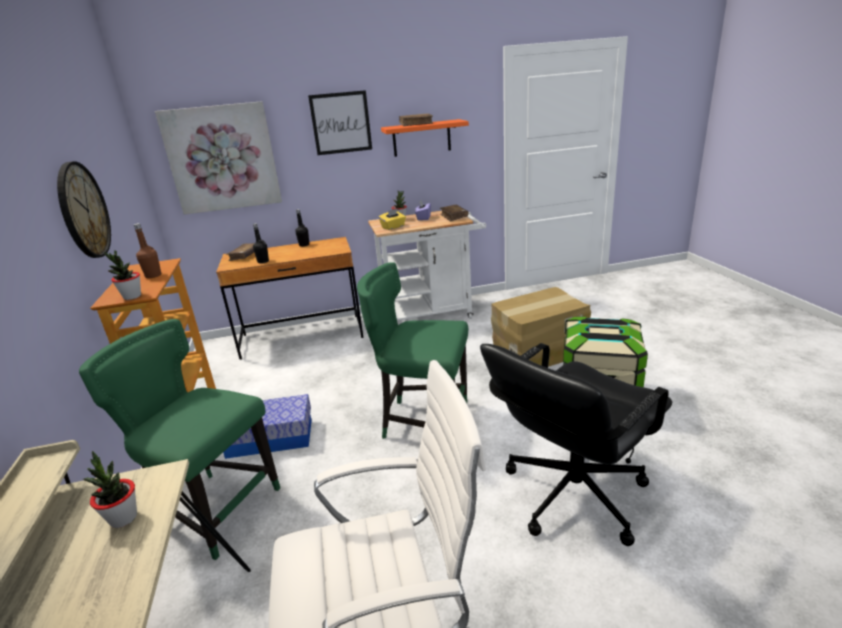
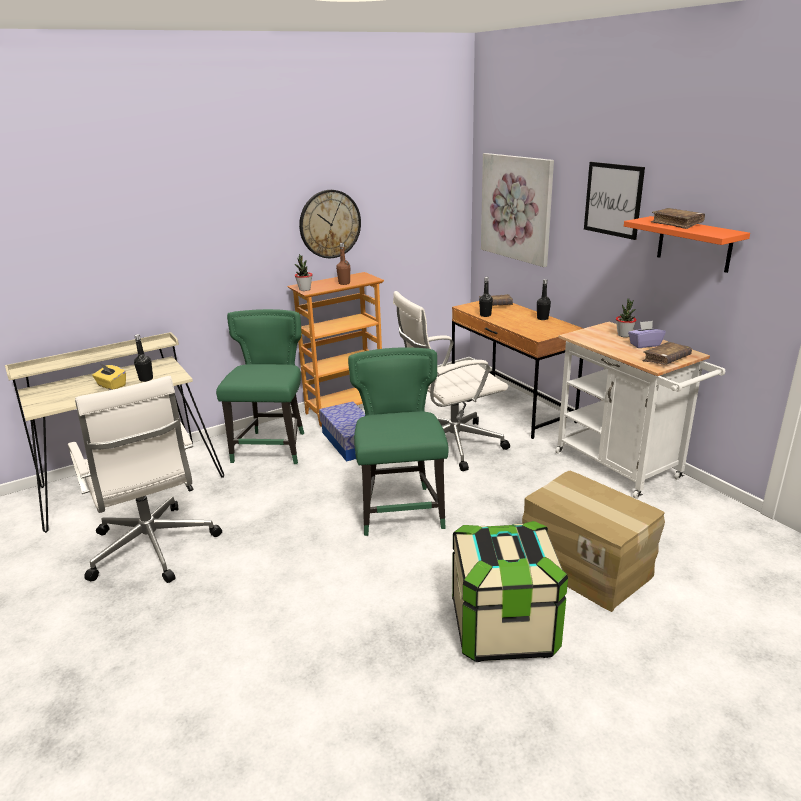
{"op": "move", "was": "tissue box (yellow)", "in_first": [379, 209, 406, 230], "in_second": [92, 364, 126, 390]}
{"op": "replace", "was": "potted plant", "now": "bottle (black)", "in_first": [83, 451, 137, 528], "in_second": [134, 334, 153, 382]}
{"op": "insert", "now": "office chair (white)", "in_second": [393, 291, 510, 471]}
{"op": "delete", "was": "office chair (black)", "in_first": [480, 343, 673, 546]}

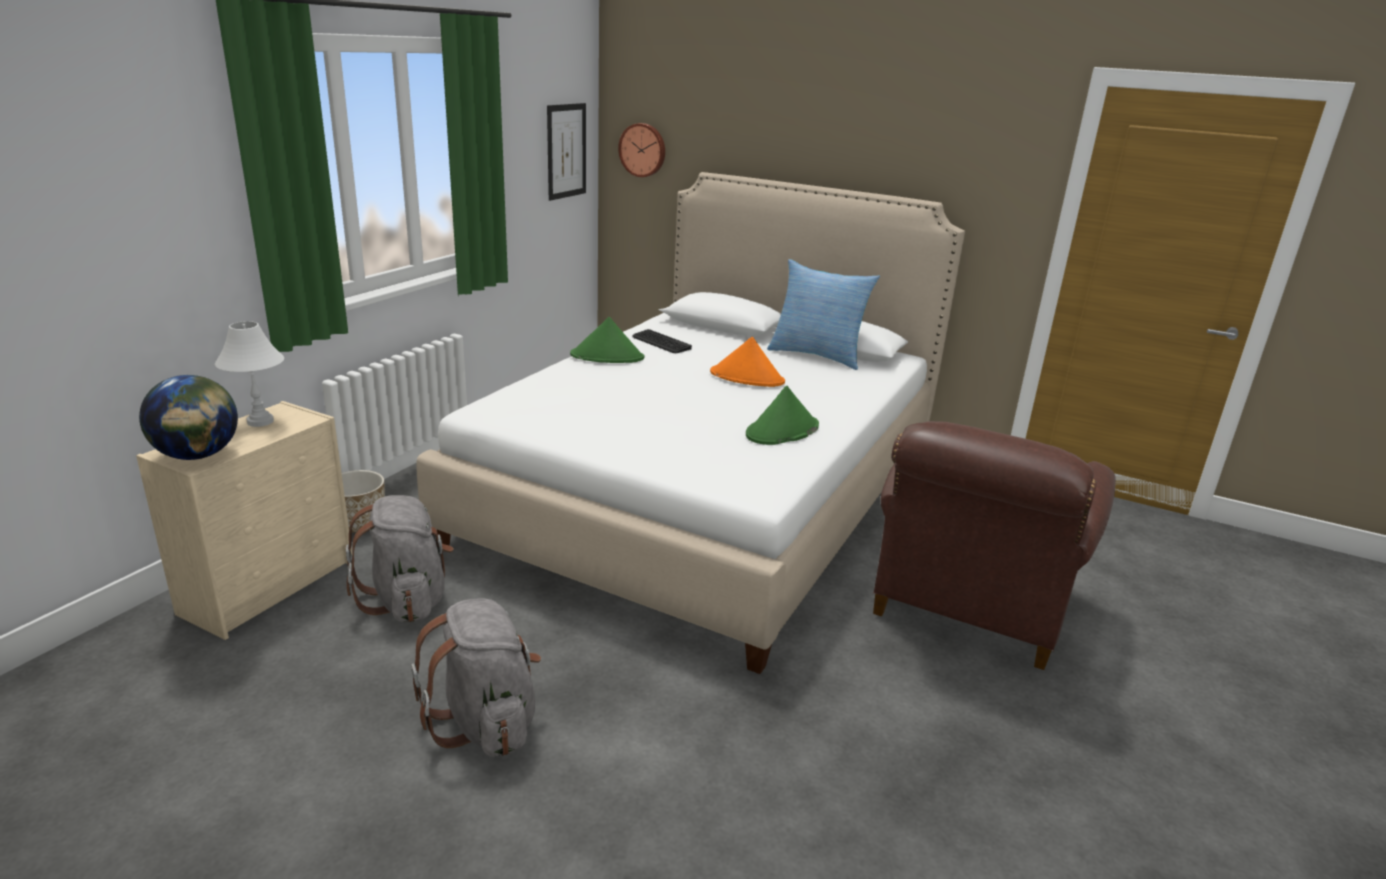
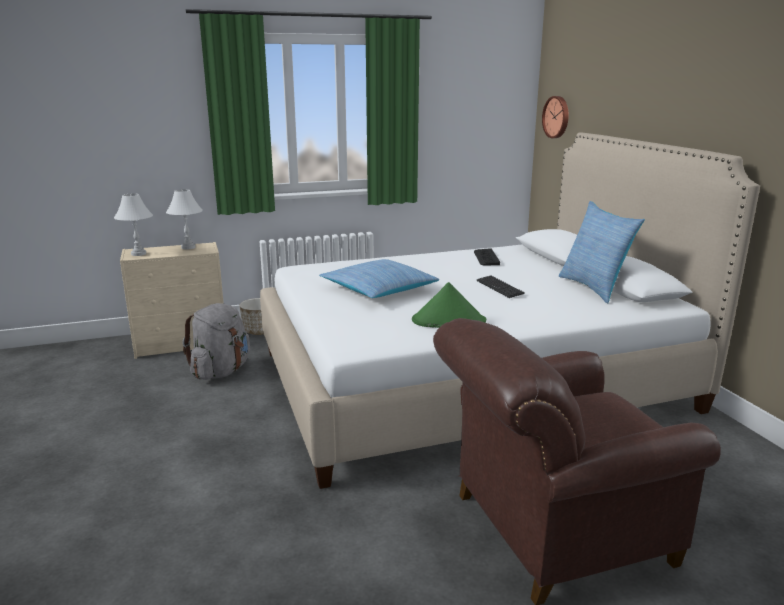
{"op": "replace", "was": "globe", "now": "table lamp (white)", "in_first": [139, 375, 238, 460], "in_second": [114, 194, 153, 256]}
{"op": "insert", "now": "pillow", "in_second": [319, 259, 439, 298]}
{"op": "replace", "was": "hat (orange)", "now": "keyboard", "in_first": [710, 337, 785, 387], "in_second": [476, 275, 525, 298]}
{"op": "delete", "was": "backpack (grey)", "in_first": [411, 599, 541, 757]}
{"op": "delete", "was": "picture", "in_first": [547, 103, 586, 201]}
{"op": "delete", "was": "hat (green)", "in_first": [570, 317, 644, 363]}

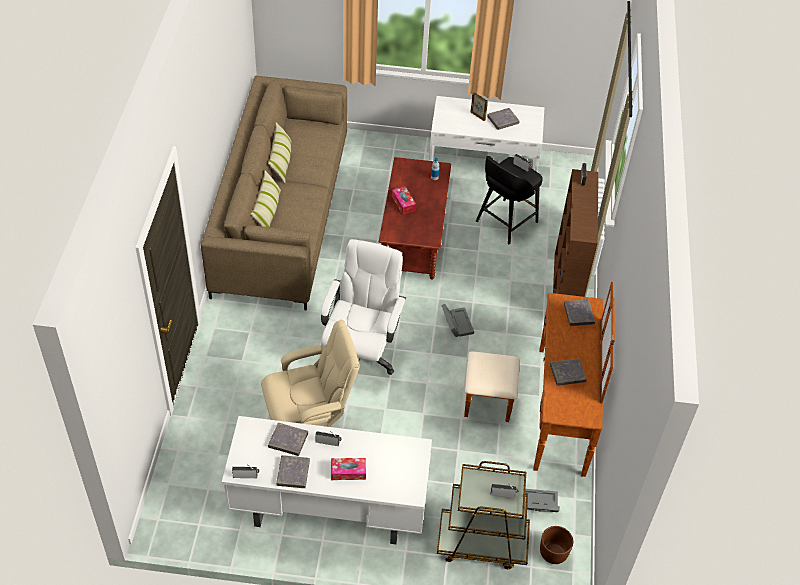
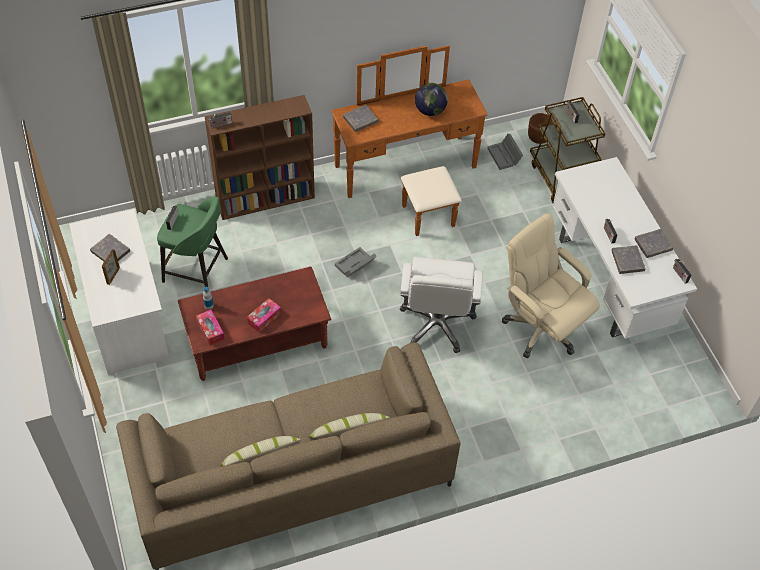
{"op": "recolor", "was": "stool (black)", "now": "stool (green)", "in_first": [476, 156, 543, 244], "in_second": [157, 197, 228, 289]}
{"op": "move", "was": "tissue box", "in_first": [331, 458, 366, 480], "in_second": [196, 310, 225, 345]}
{"op": "rotate", "was": "office chair (white)", "in_first": [321, 239, 406, 375], "in_second": [400, 257, 483, 353], "clockwise": -75}
{"op": "replace", "was": "book (grey)", "now": "globe", "in_first": [550, 358, 587, 386], "in_second": [415, 83, 448, 116]}

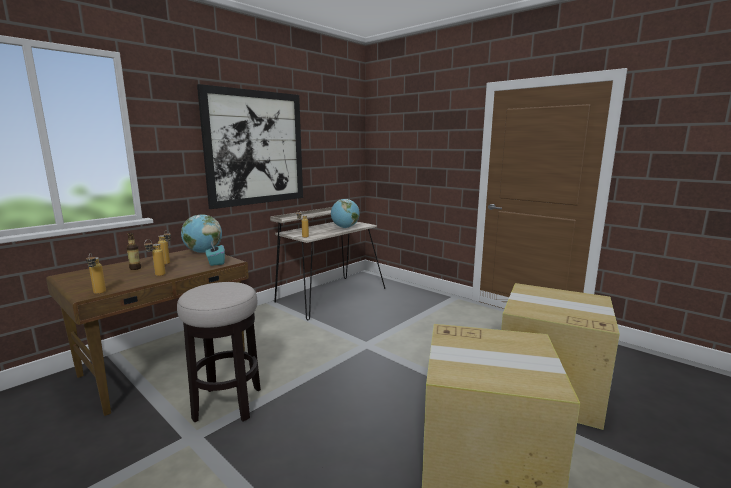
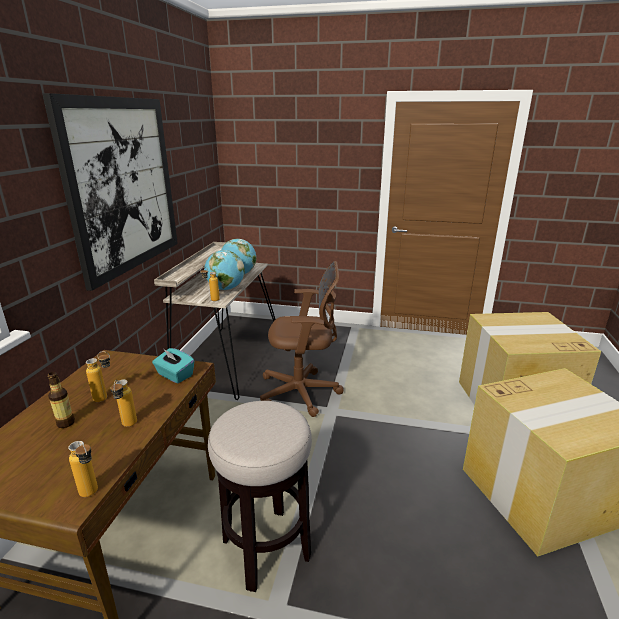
{"op": "move", "was": "globe", "in_first": [181, 215, 222, 253], "in_second": [204, 250, 245, 290]}
{"op": "insert", "now": "office chair (brown)", "in_second": [260, 261, 344, 417]}

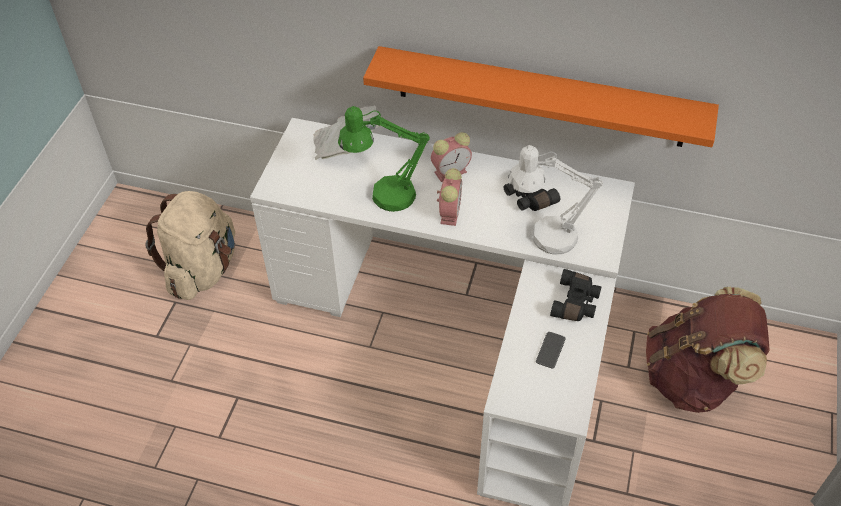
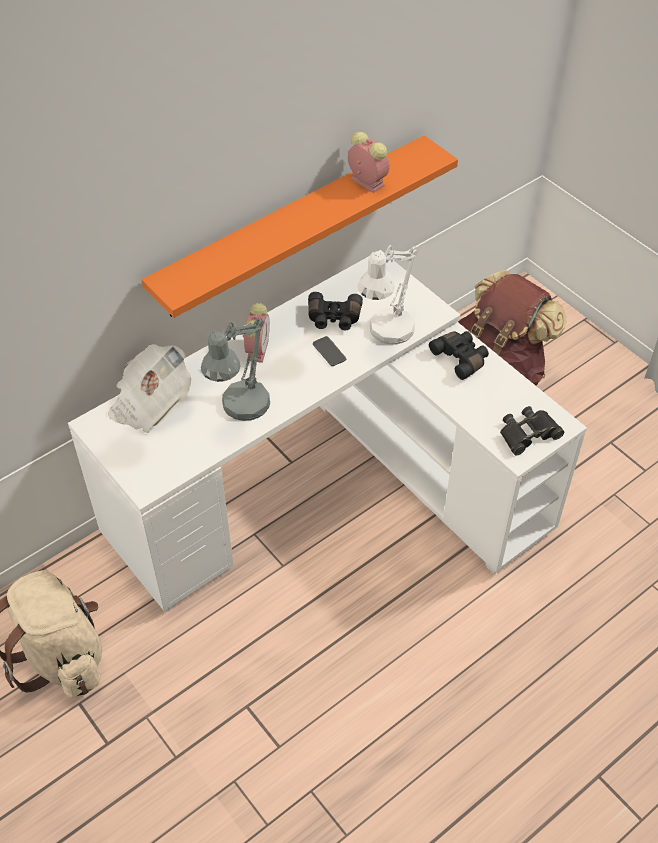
{"op": "recolor", "was": "table lamp (green)", "now": "table lamp (grey)", "in_first": [338, 106, 430, 212], "in_second": [201, 317, 270, 421]}
{"op": "move", "was": "phone", "in_first": [536, 332, 566, 368], "in_second": [313, 336, 346, 366]}
{"op": "move", "was": "alarm clock", "in_first": [437, 168, 462, 226], "in_second": [348, 132, 390, 193]}
{"op": "insert", "now": "binoculars (black)", "in_second": [500, 406, 564, 456]}

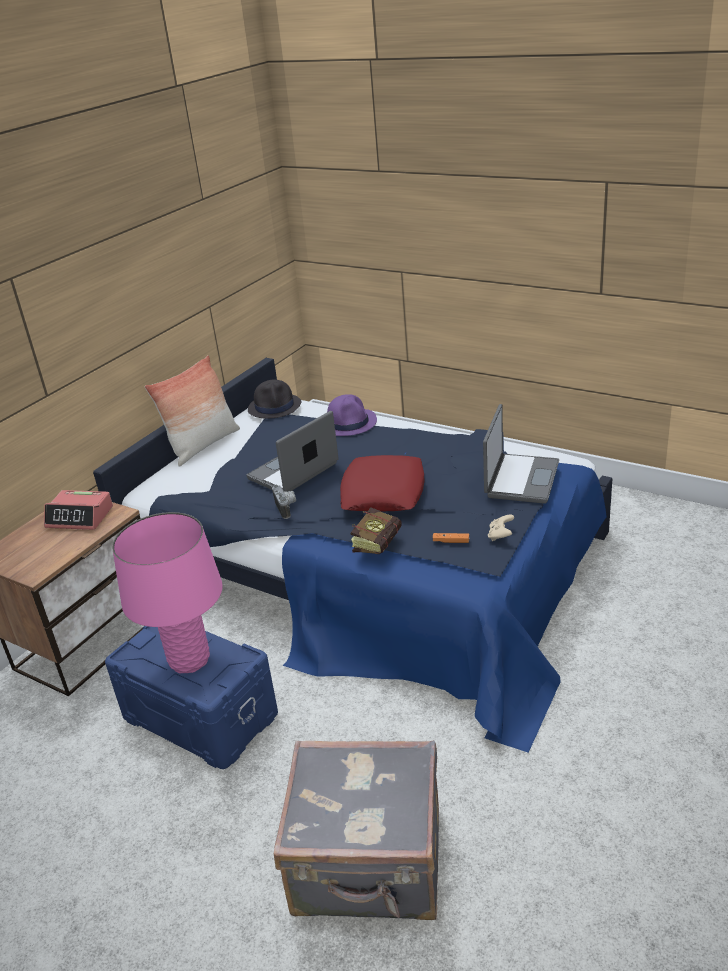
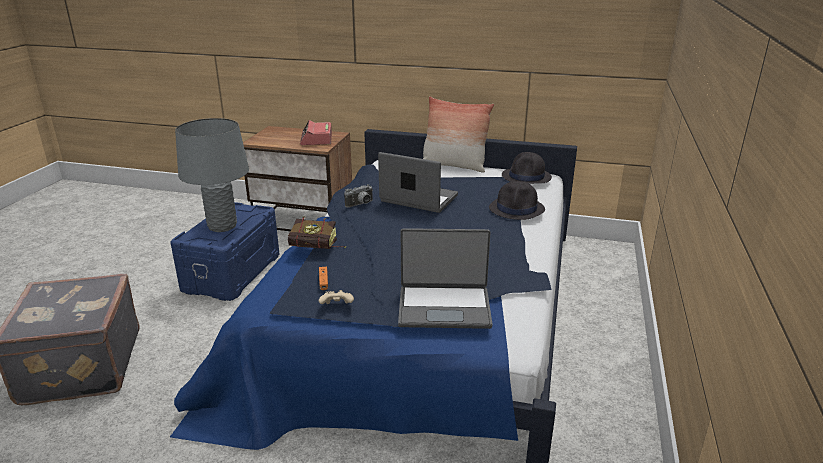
{"op": "recolor", "was": "table lamp (pink)", "now": "table lamp (grey)", "in_first": [112, 512, 223, 673], "in_second": [175, 118, 249, 232]}
{"op": "recolor", "was": "hat (purple)", "now": "hat (black)", "in_first": [327, 394, 377, 436], "in_second": [489, 181, 545, 220]}
{"op": "delete", "was": "pillow (red)", "in_first": [340, 455, 424, 511]}

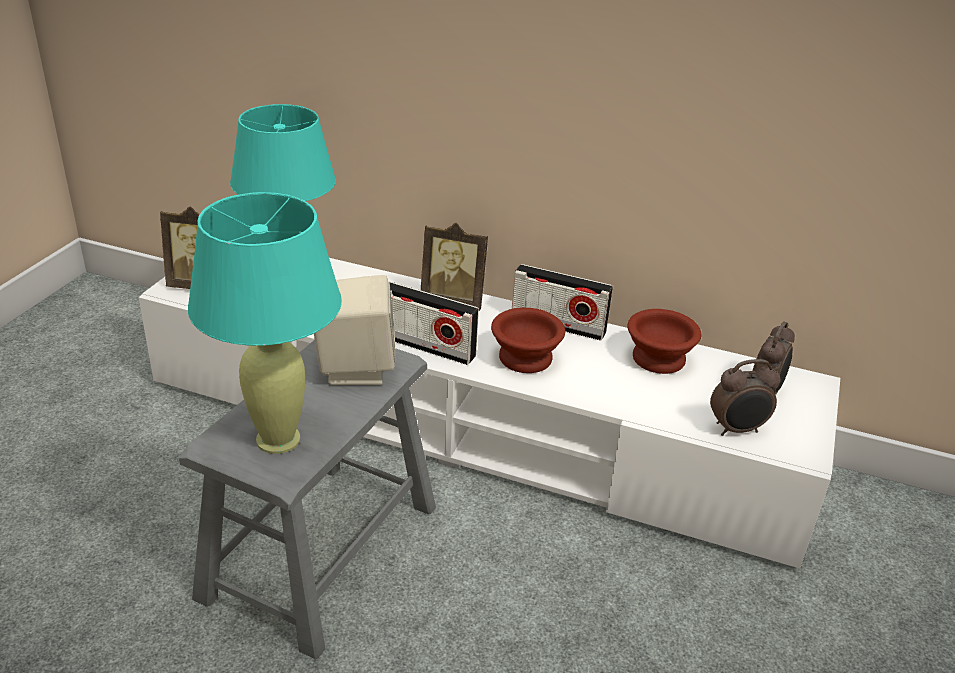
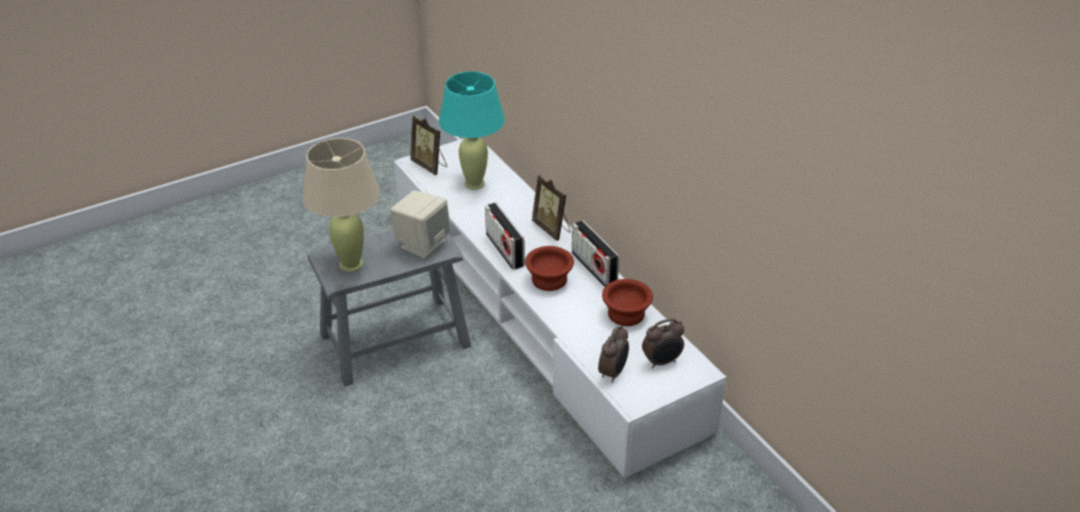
{"op": "recolor", "was": "table lamp (turquoise)", "now": "table lamp (beige)", "in_first": [188, 192, 342, 454], "in_second": [302, 138, 380, 272]}
{"op": "rotate", "was": "alarm clock", "in_first": [710, 359, 781, 436], "in_second": [598, 325, 629, 383], "clockwise": -90}

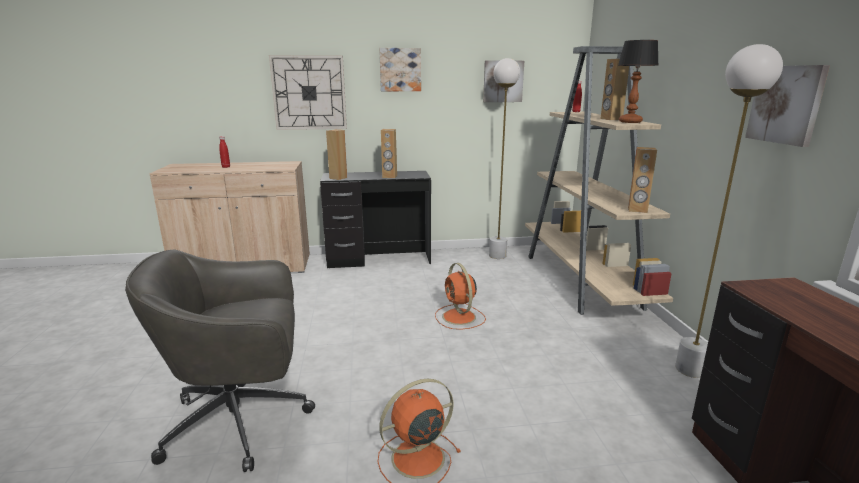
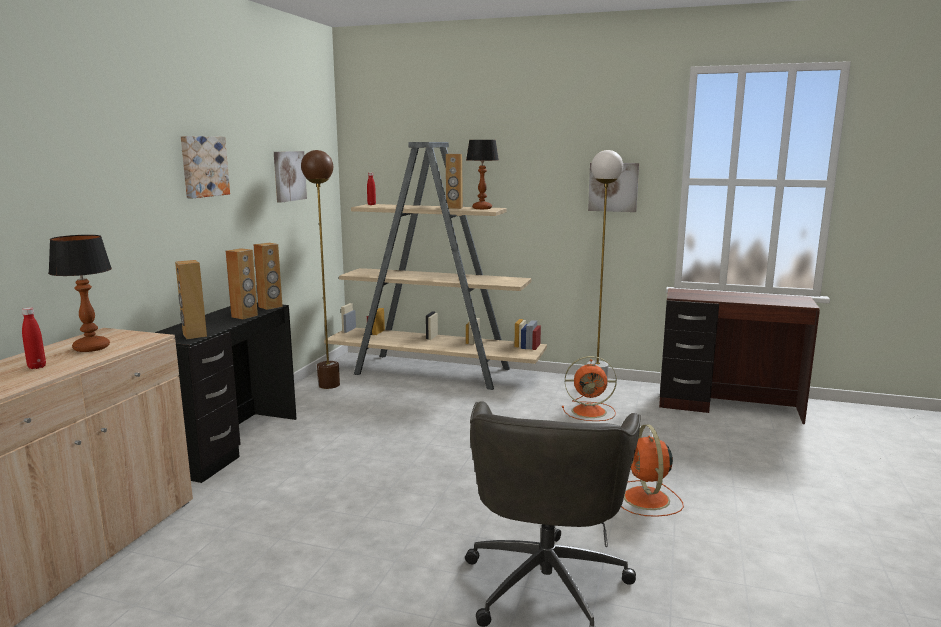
{"op": "insert", "now": "table lamp", "in_second": [48, 235, 112, 352]}
{"op": "move", "was": "speaker (brown)", "in_first": [628, 147, 657, 213], "in_second": [253, 243, 283, 310]}
{"op": "recolor", "was": "floor lamp (white)", "now": "floor lamp (brown)", "in_first": [489, 58, 520, 259], "in_second": [301, 150, 340, 389]}
{"op": "move", "was": "fan (orange)", "in_first": [435, 263, 486, 330], "in_second": [562, 356, 617, 421]}
{"op": "delete", "was": "wall clock", "in_first": [269, 55, 347, 130]}

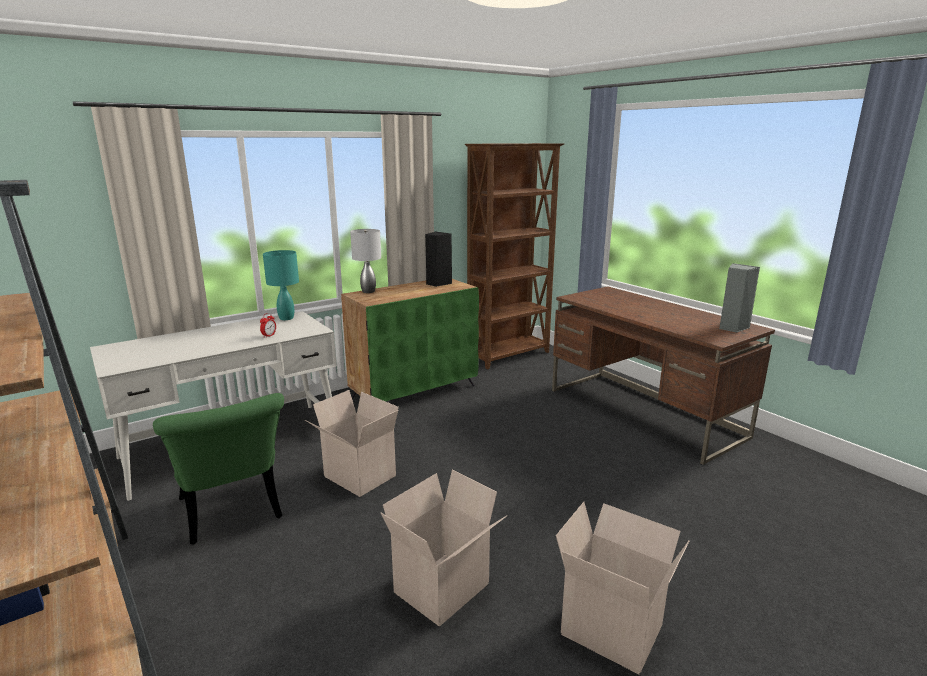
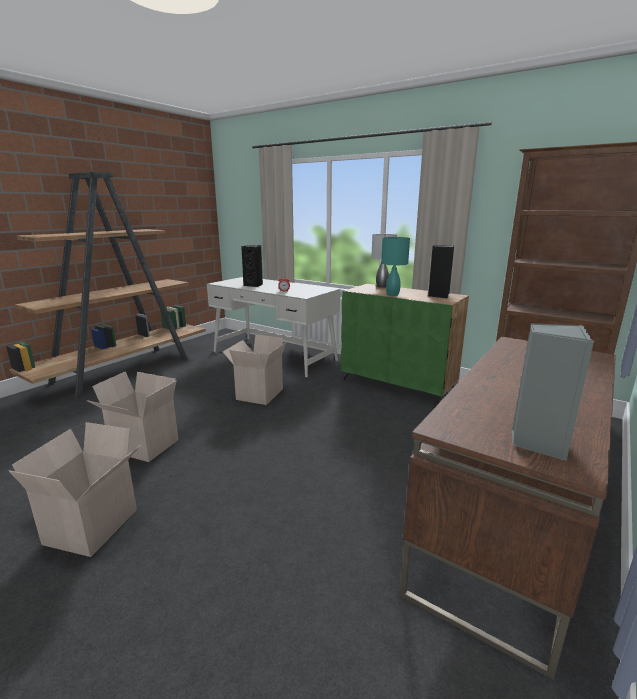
{"op": "insert", "now": "speaker (black)", "in_second": [241, 245, 263, 287]}
{"op": "move", "was": "table lamp (turquoise)", "in_first": [263, 250, 299, 320], "in_second": [381, 237, 410, 296]}
{"op": "delete", "was": "chair (green)", "in_first": [153, 393, 284, 544]}

